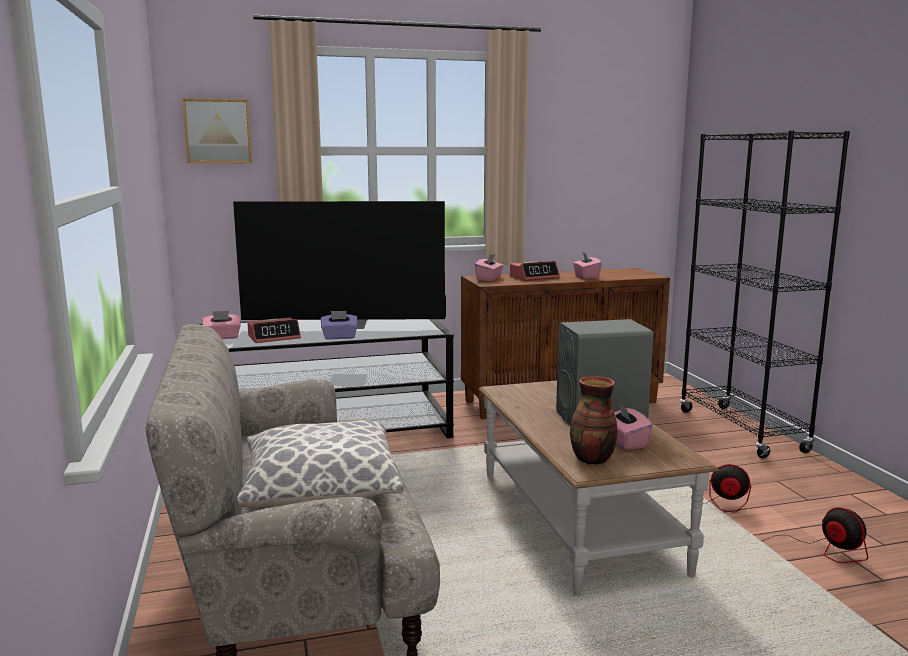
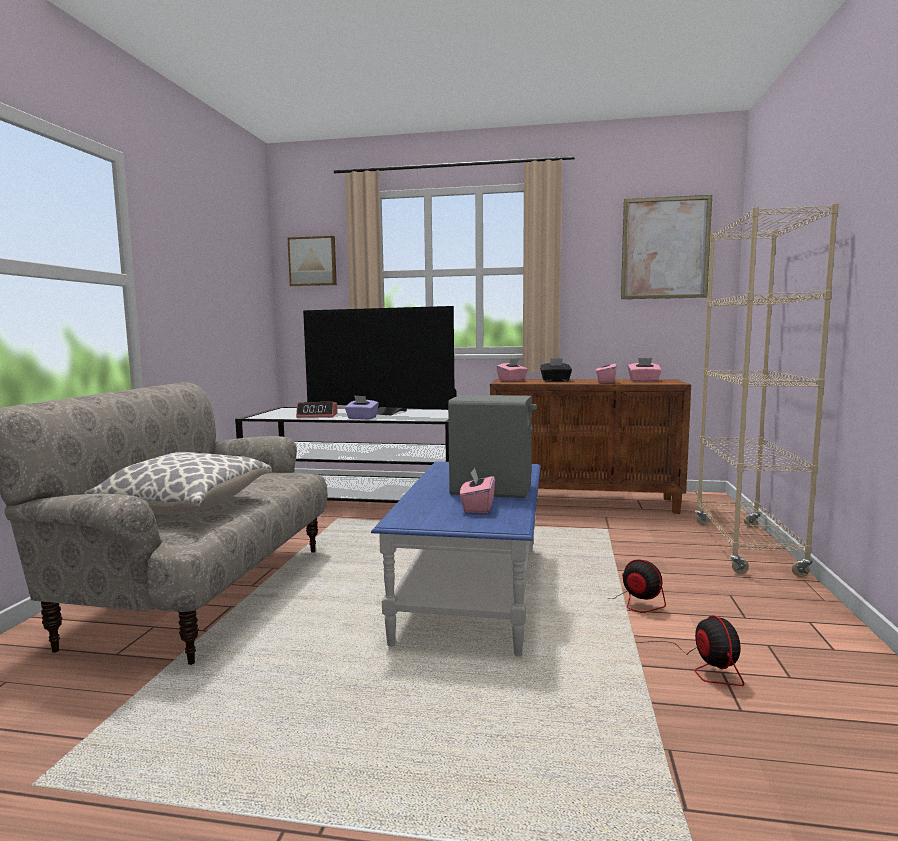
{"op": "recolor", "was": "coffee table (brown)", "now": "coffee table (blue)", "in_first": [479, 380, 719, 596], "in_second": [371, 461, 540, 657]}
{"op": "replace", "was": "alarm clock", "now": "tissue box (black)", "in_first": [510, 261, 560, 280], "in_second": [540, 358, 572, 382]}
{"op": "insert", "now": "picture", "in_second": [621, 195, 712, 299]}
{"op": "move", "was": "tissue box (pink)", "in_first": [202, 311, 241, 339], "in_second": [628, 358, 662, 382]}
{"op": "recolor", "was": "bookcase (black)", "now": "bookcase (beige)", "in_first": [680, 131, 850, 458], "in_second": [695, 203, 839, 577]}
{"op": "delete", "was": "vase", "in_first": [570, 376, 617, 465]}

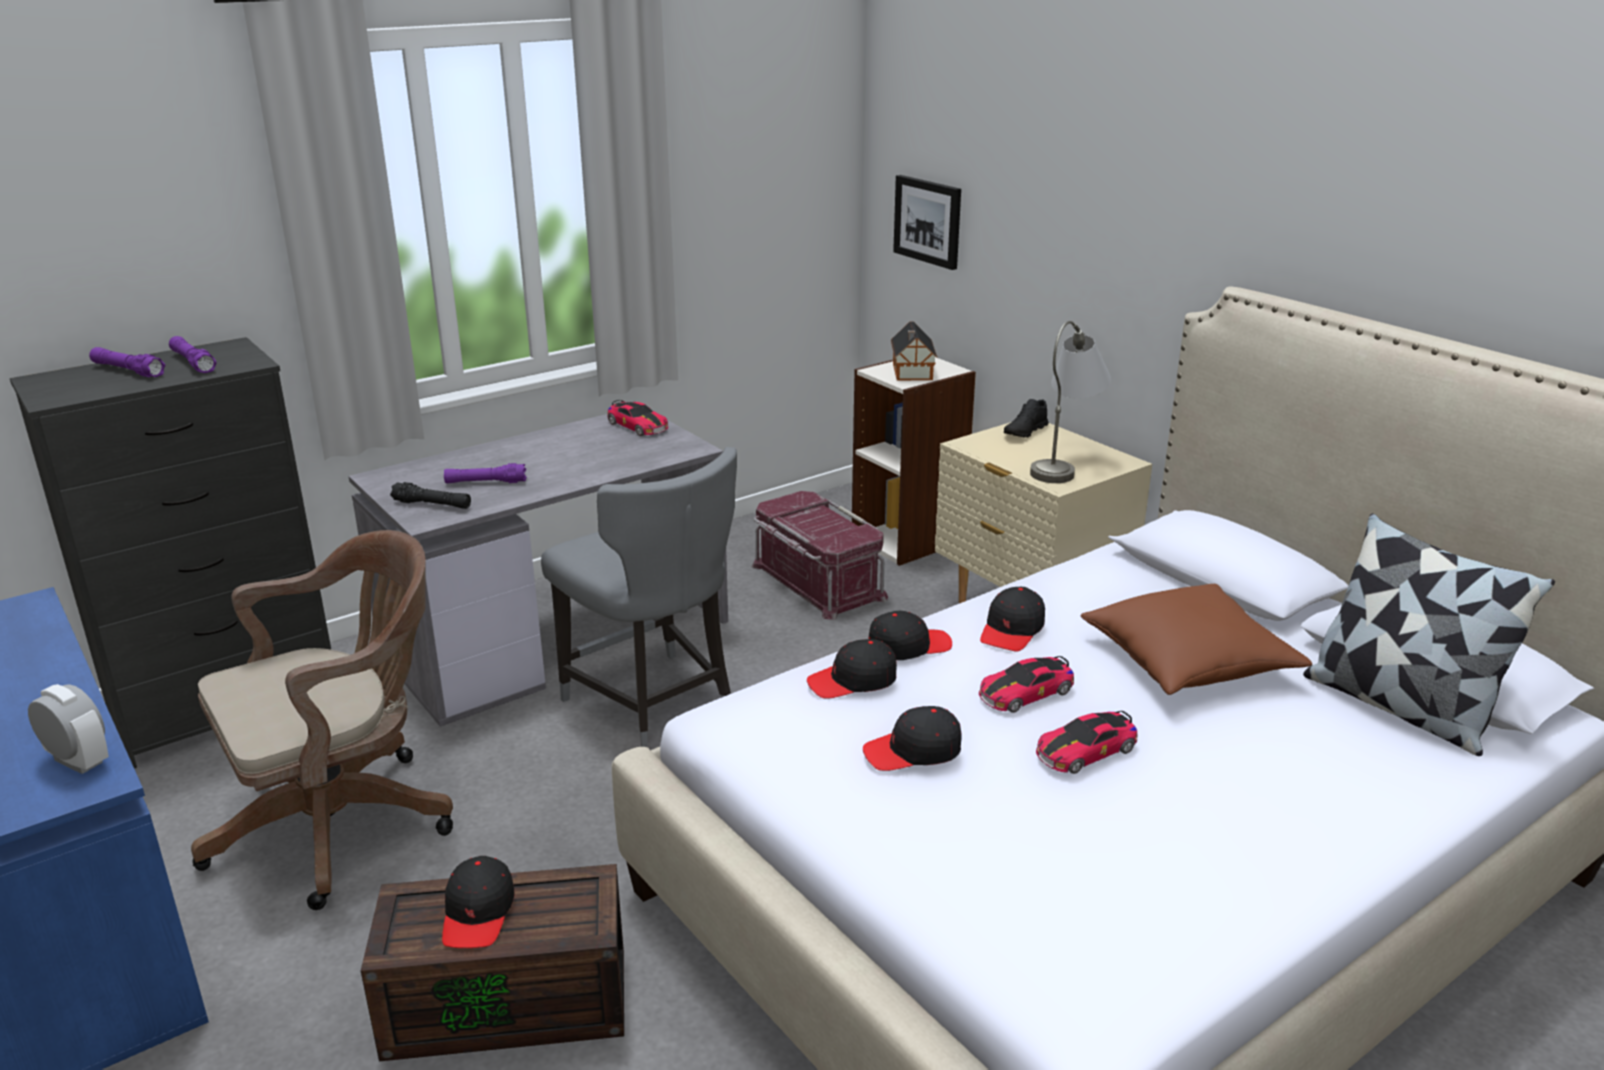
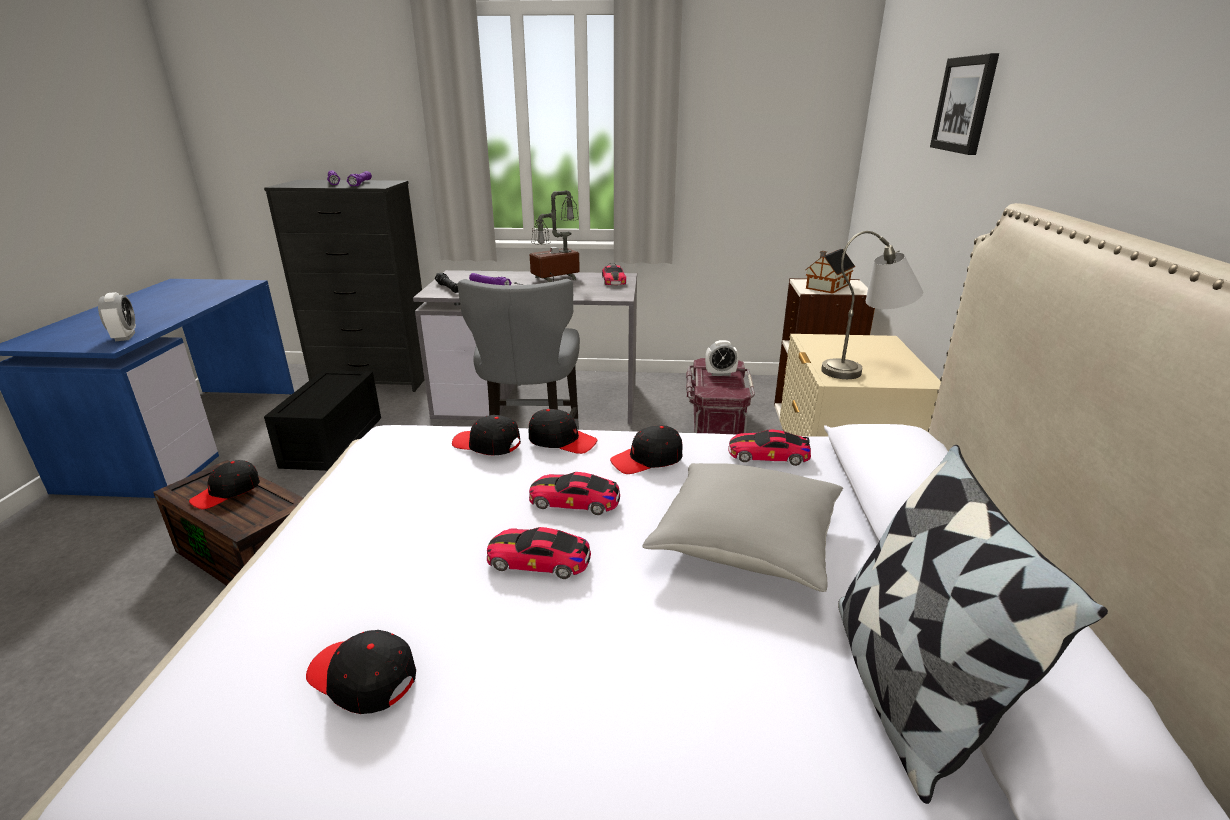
{"op": "replace", "was": "office chair (brown)", "now": "storage box (black)", "in_first": [191, 530, 453, 910], "in_second": [264, 370, 381, 471]}
{"op": "move", "was": "cap (black)", "in_first": [863, 706, 962, 771], "in_second": [306, 630, 416, 714]}
{"op": "insert", "now": "table lamp", "in_second": [514, 190, 580, 285]}
{"op": "recolor", "was": "pillow (brown)", "now": "pillow (grey)", "in_first": [1080, 584, 1312, 695], "in_second": [642, 463, 843, 592]}
{"op": "insert", "now": "alarm clock", "in_second": [705, 340, 739, 376]}
{"op": "insert", "now": "toy car", "in_second": [728, 430, 811, 466]}
{"op": "move", "was": "picture", "in_first": [893, 175, 961, 270], "in_second": [930, 53, 999, 155]}
{"op": "delete", "was": "shoe (black)", "in_first": [1004, 399, 1049, 437]}

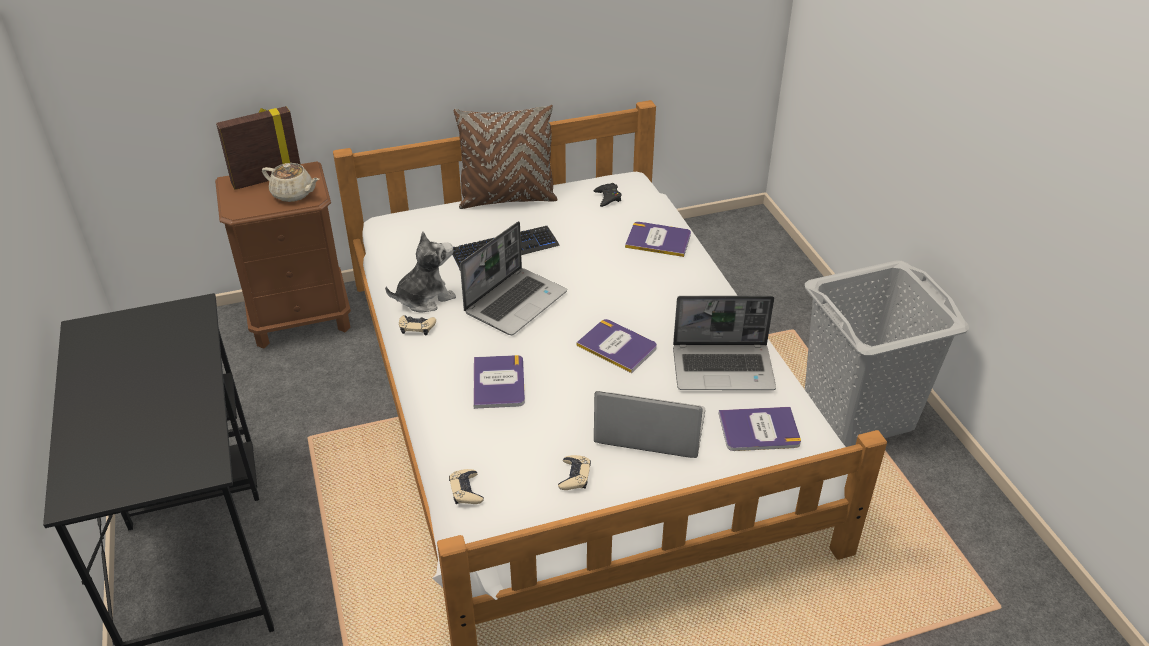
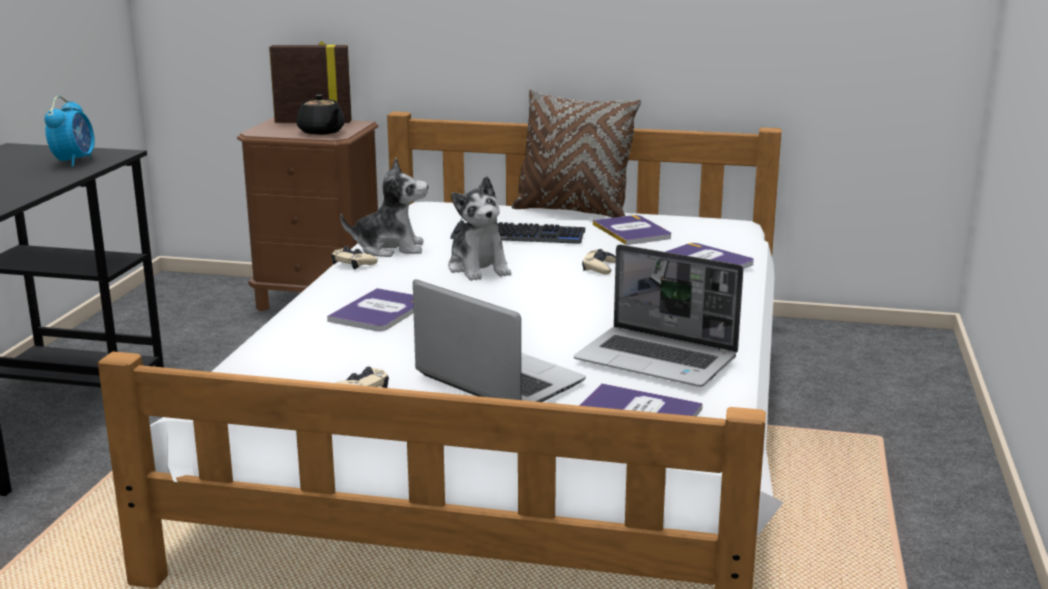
{"op": "insert", "now": "alarm clock", "in_second": [45, 96, 95, 167]}
{"op": "recolor", "was": "teapot (beige)", "now": "teapot (black)", "in_first": [262, 163, 319, 202], "in_second": [296, 94, 345, 135]}
{"op": "replace", "was": "laptop", "now": "plush toy", "in_first": [460, 221, 567, 335], "in_second": [448, 176, 511, 281]}
{"op": "move", "was": "game controller (beige)", "in_first": [449, 469, 484, 504], "in_second": [582, 249, 616, 275]}
{"op": "move", "was": "book", "in_first": [576, 319, 657, 373], "in_second": [593, 215, 671, 245]}
{"op": "delete", "was": "game controller (black)", "in_first": [594, 183, 621, 207]}
{"op": "delete", "was": "laundry basket (grey)", "in_first": [805, 260, 969, 447]}

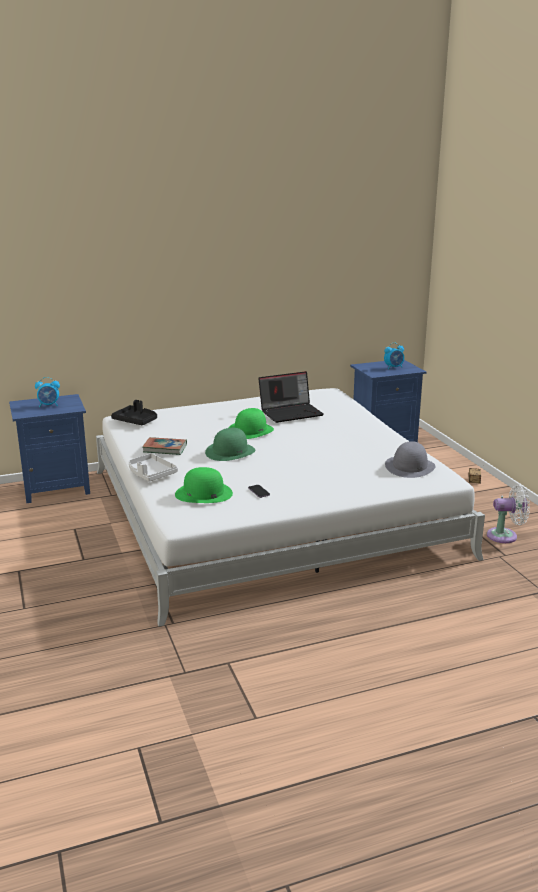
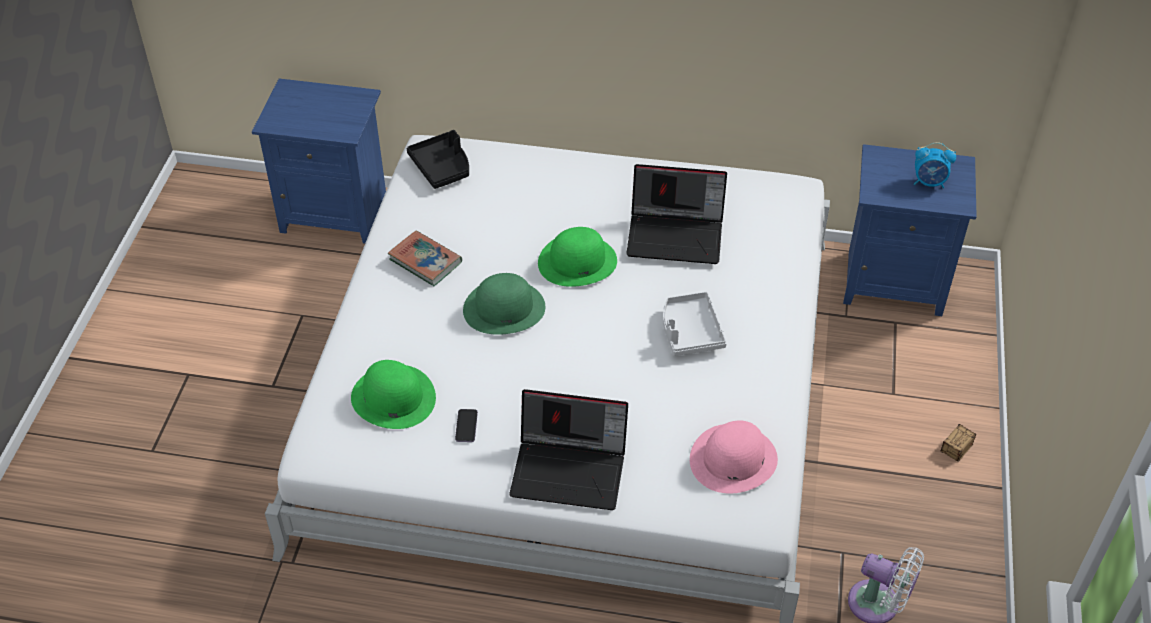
{"op": "insert", "now": "laptop", "in_second": [509, 389, 628, 510]}
{"op": "move", "was": "tray (grey)", "in_first": [129, 453, 178, 482], "in_second": [663, 292, 727, 356]}
{"op": "recolor", "was": "hat (grey)", "now": "hat (pink)", "in_first": [385, 441, 436, 478], "in_second": [690, 420, 778, 493]}
{"op": "delete", "was": "alarm clock", "in_first": [35, 377, 60, 407]}

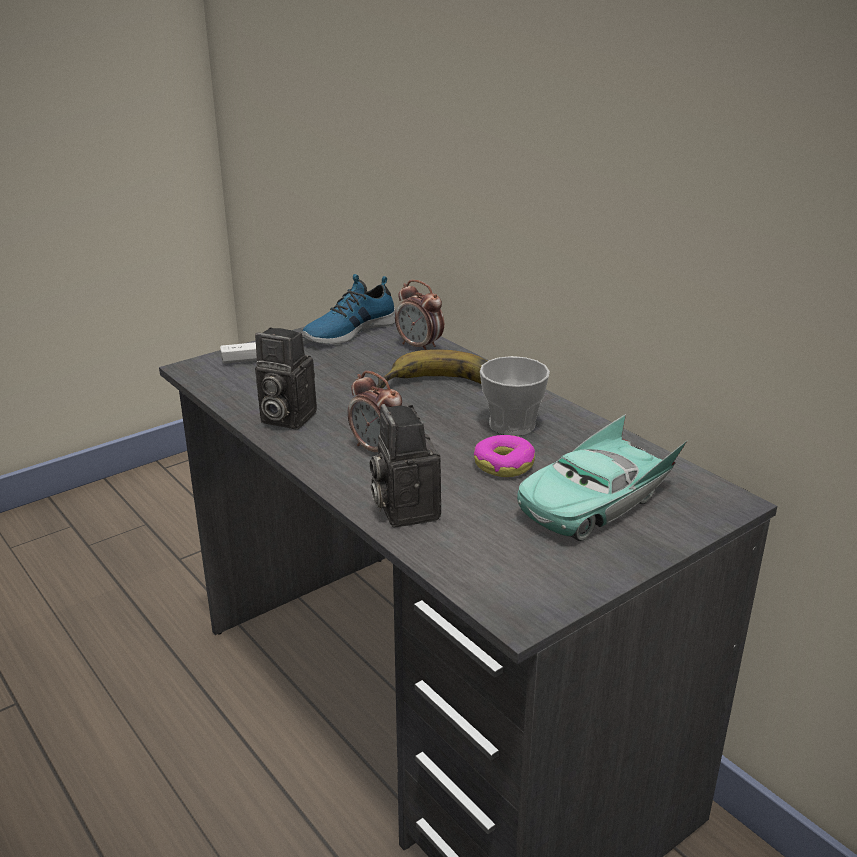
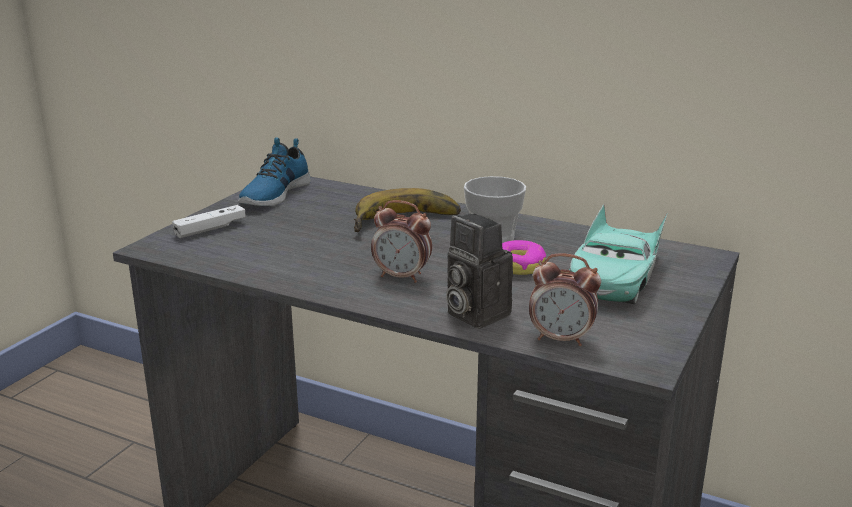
{"op": "move", "was": "alarm clock", "in_first": [395, 280, 444, 350], "in_second": [529, 253, 601, 346]}
{"op": "delete", "was": "photo camera", "in_first": [255, 327, 317, 430]}

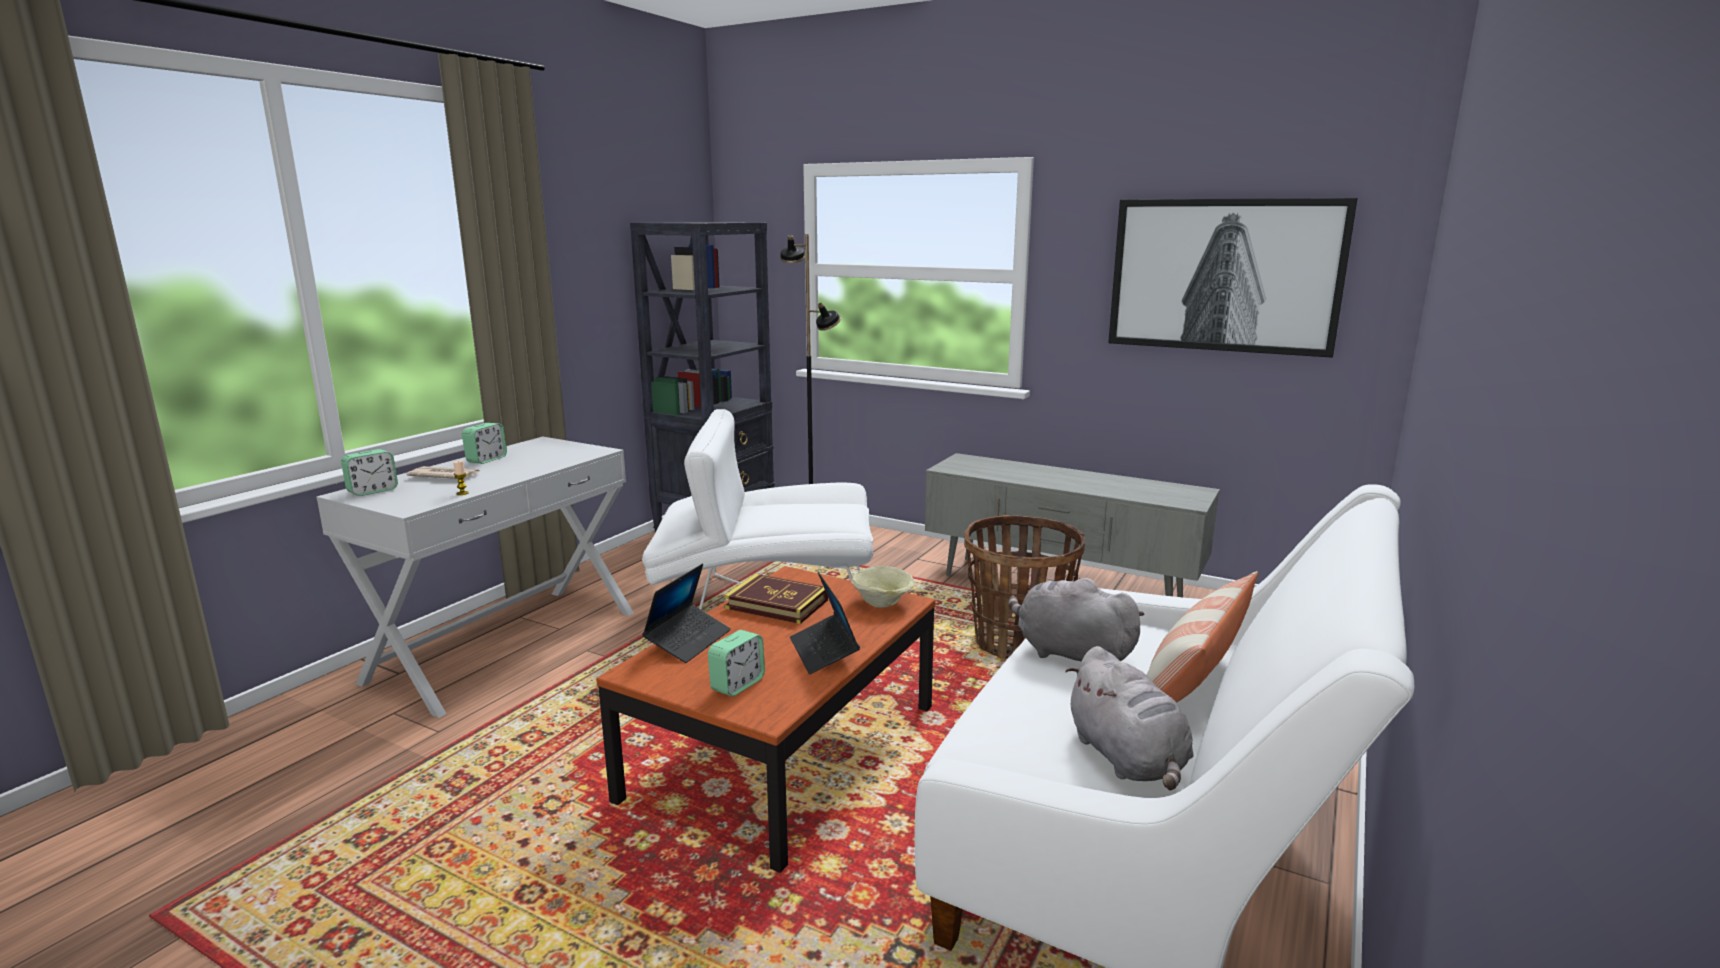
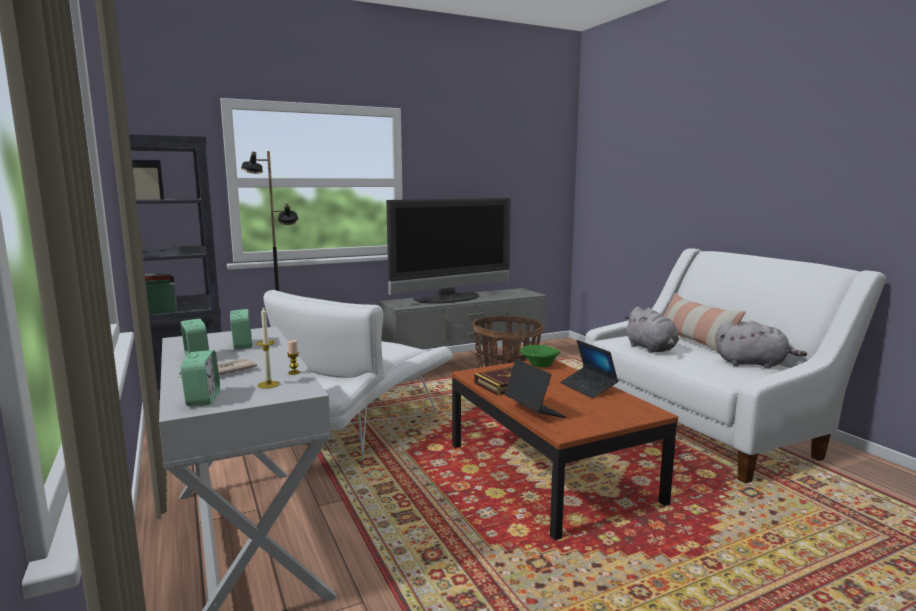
{"op": "move", "was": "alarm clock", "in_first": [708, 630, 765, 696], "in_second": [230, 309, 252, 349]}
{"op": "insert", "now": "candle", "in_second": [256, 307, 280, 389]}
{"op": "insert", "now": "television", "in_second": [386, 198, 511, 304]}
{"op": "recolor", "was": "bowl (beige)", "now": "bowl (green)", "in_first": [851, 566, 914, 608], "in_second": [521, 345, 560, 367]}
{"op": "rotate", "was": "laptop", "in_first": [790, 572, 860, 674], "in_second": [560, 340, 618, 398], "clockwise": 45}
{"op": "rotate", "was": "plush toy (grey)", "in_first": [1008, 578, 1145, 662], "in_second": [624, 307, 679, 353], "clockwise": -90}
{"op": "delete", "was": "picture", "in_first": [1108, 198, 1358, 358]}

